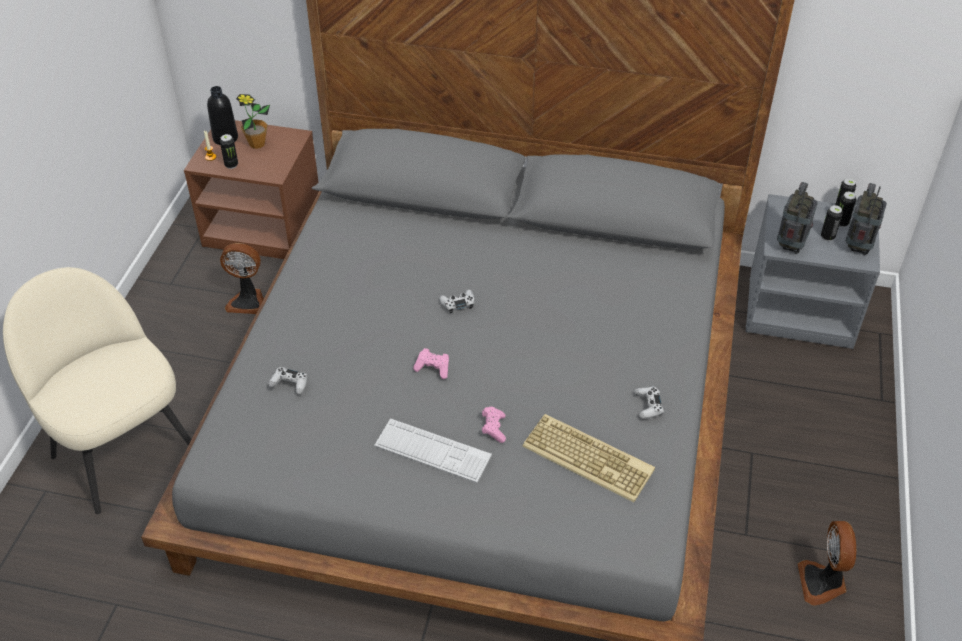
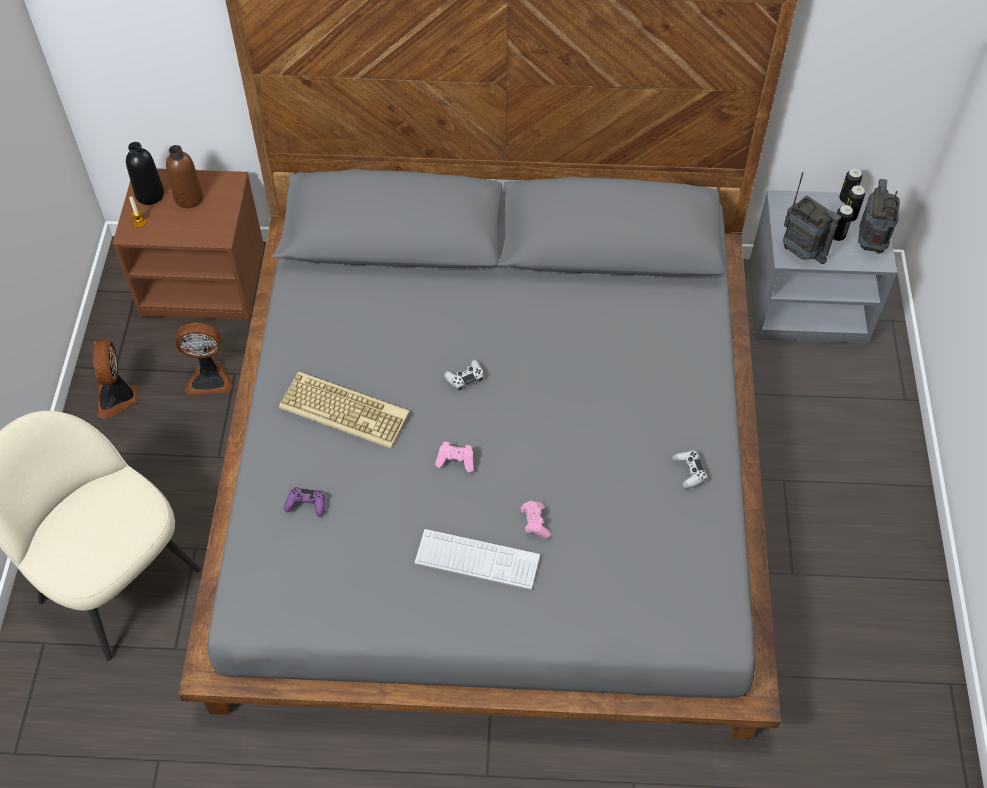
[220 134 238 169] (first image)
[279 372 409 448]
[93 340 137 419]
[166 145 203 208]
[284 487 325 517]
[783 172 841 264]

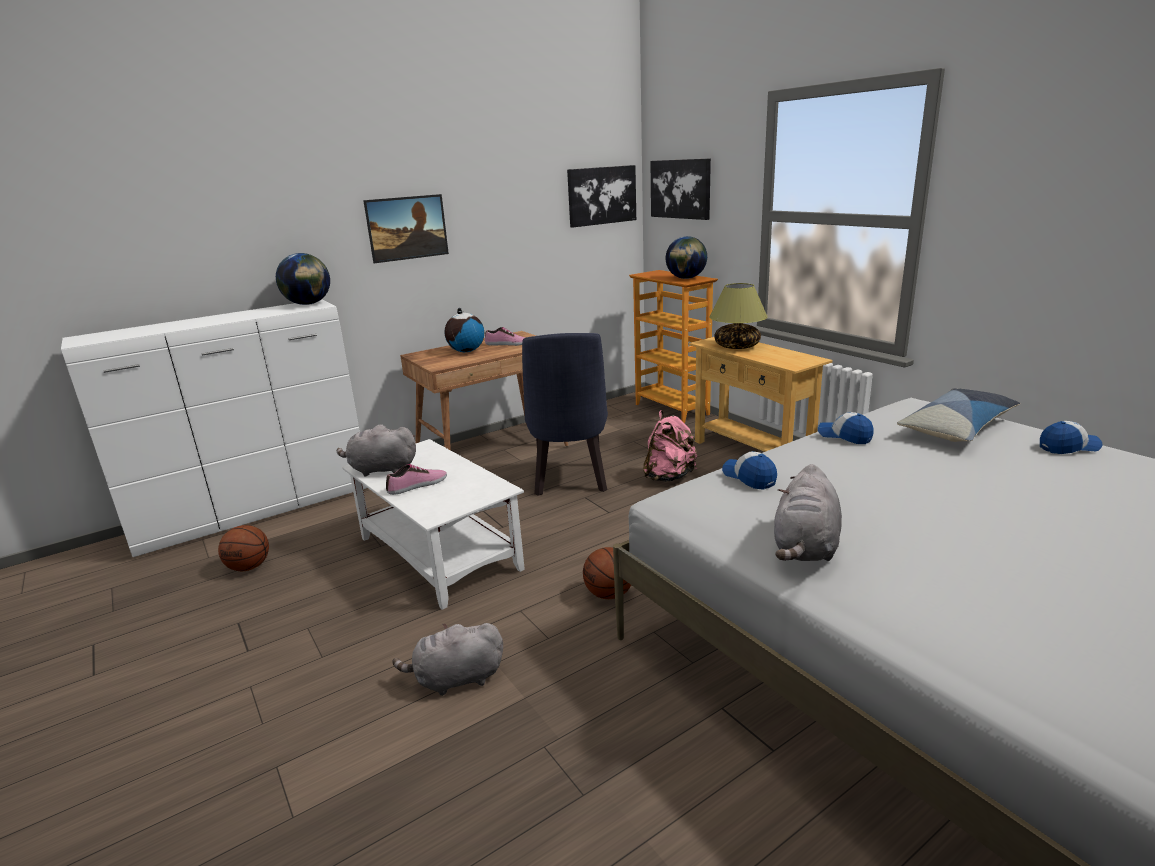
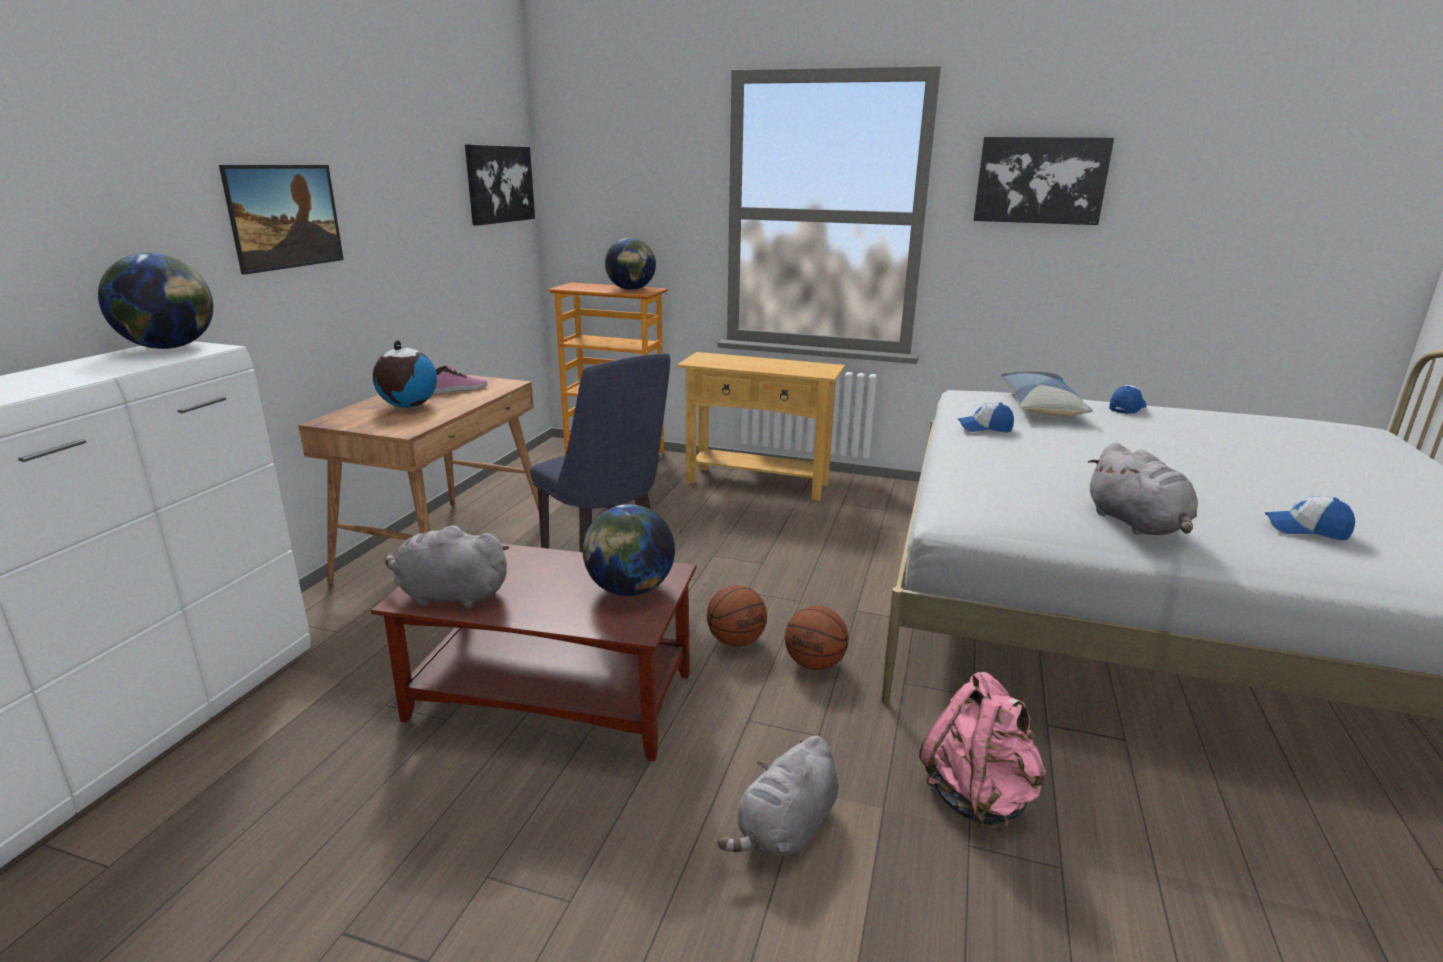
[386 464 447 495] (first image)
[710 283 768 349] (first image)
[583 504 675 596]
[707 585 767 647]
[919 672 1046 831]
[974 137 1114 225]
[1265 496 1355 540]
[371 543 697 761]
[385 525 510 608]

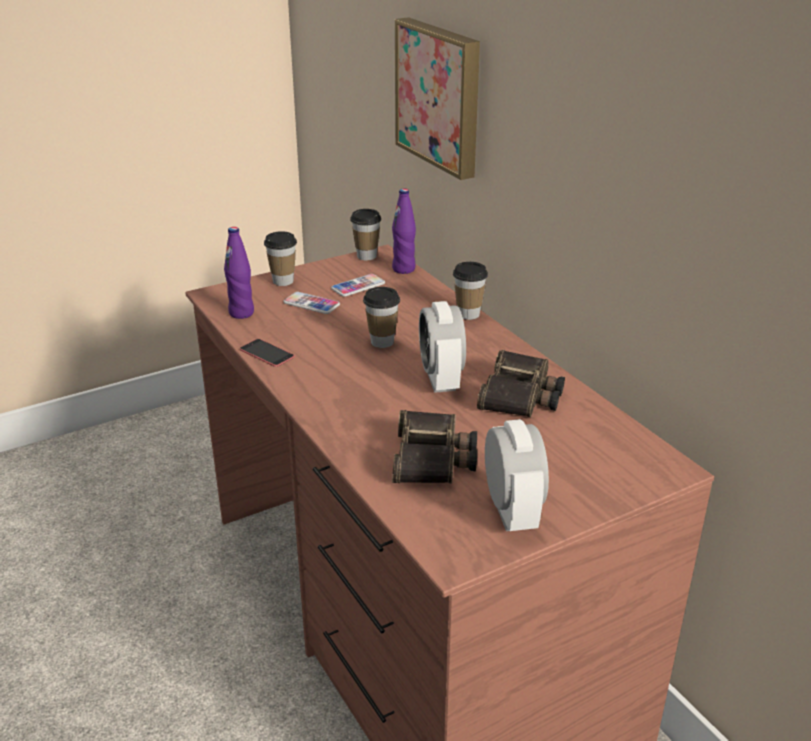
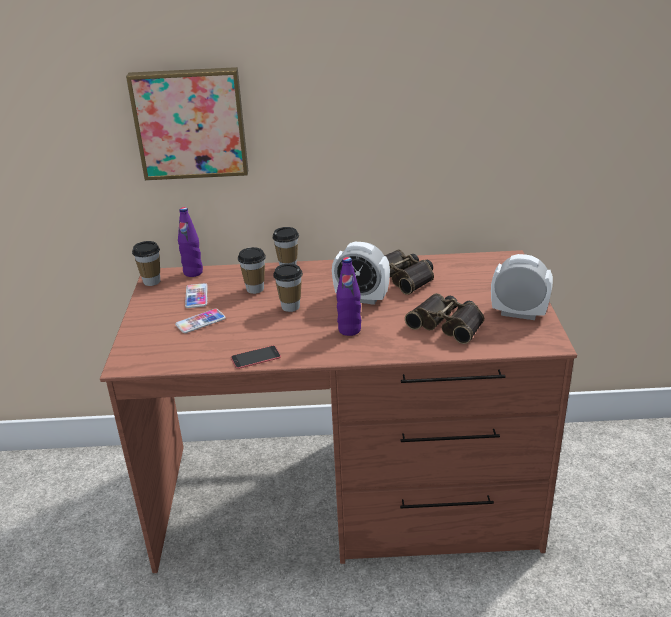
[336 257 361 336]
[238 247 266 294]

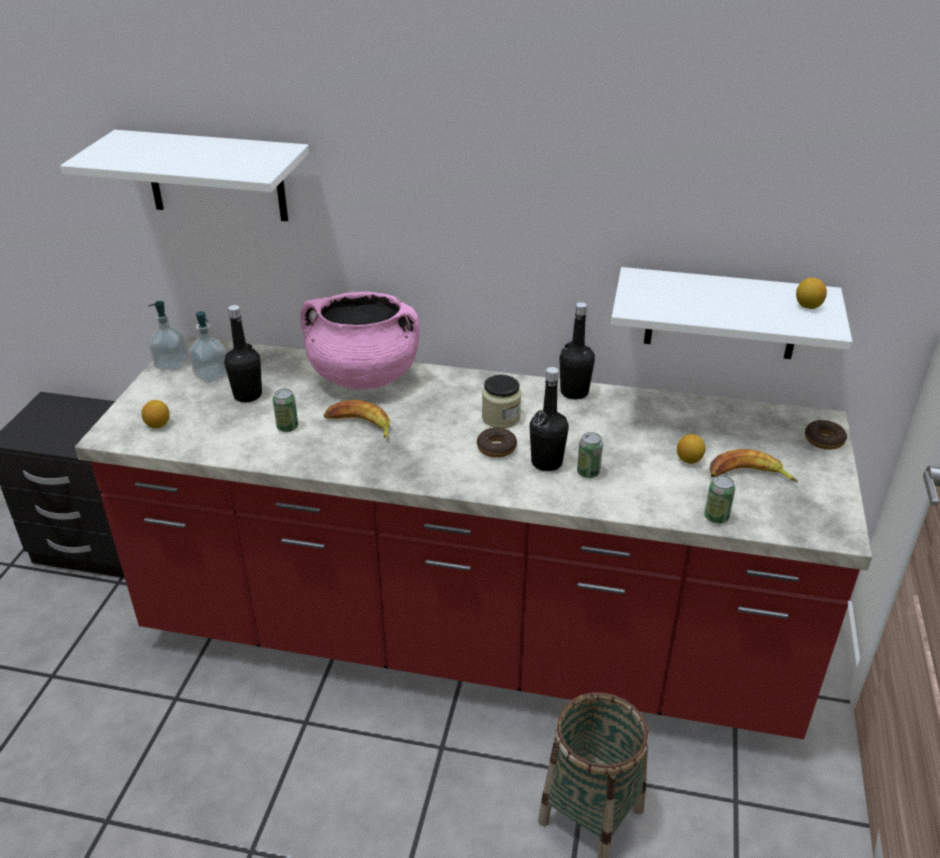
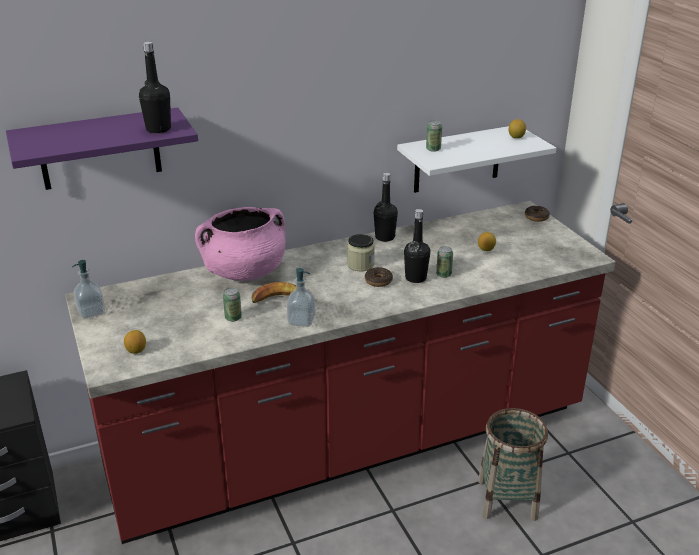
[710 449 798 482] (first image)
[287 268 315 327]
[139 41 171 133]
[426 121 442 152]
[6 107 198 190]

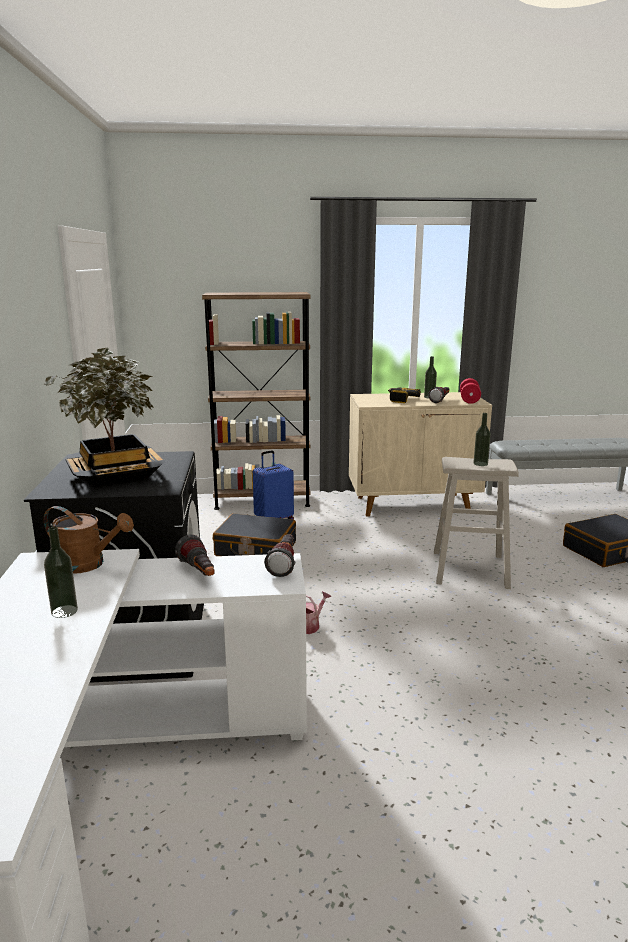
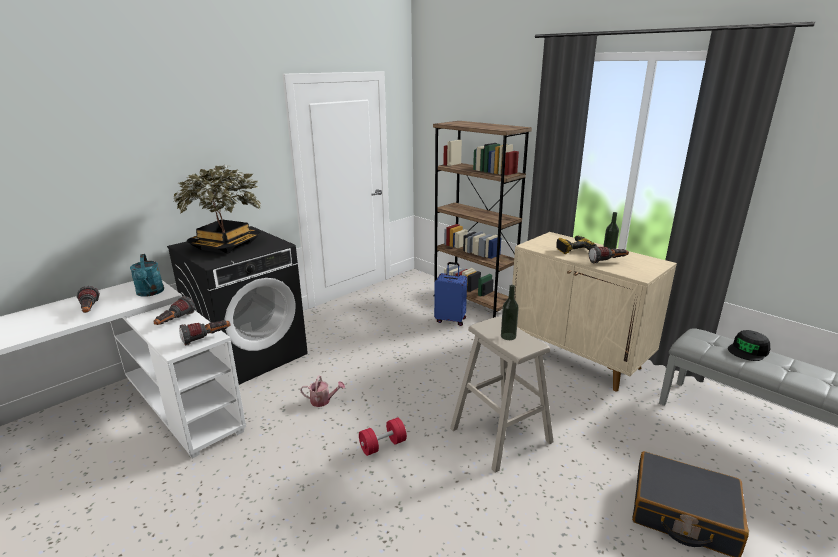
[213 513 296 556] (first image)
[728 330 770 361]
[359 418 407 456]
[77 286 100 313]
[130 254 164 297]

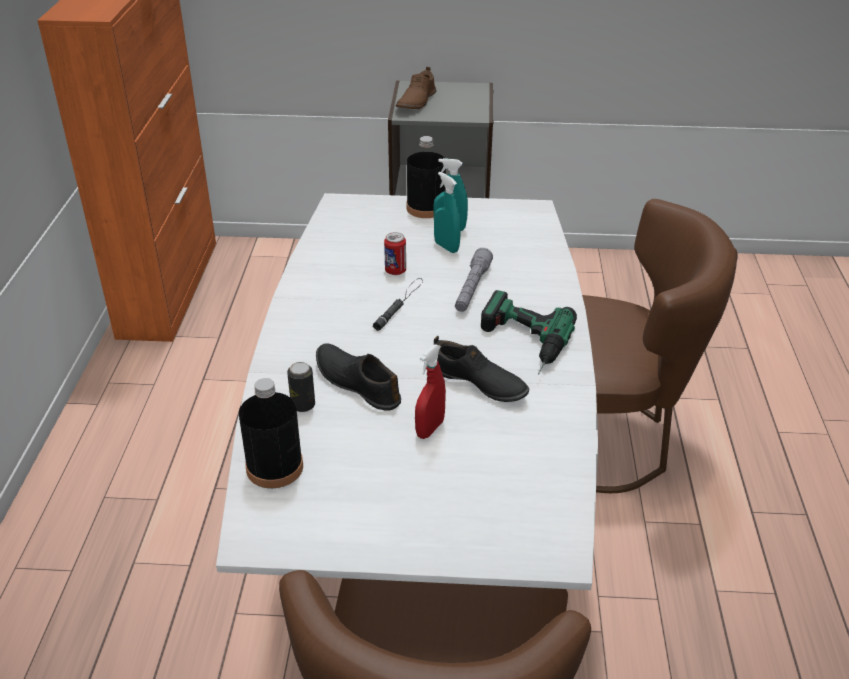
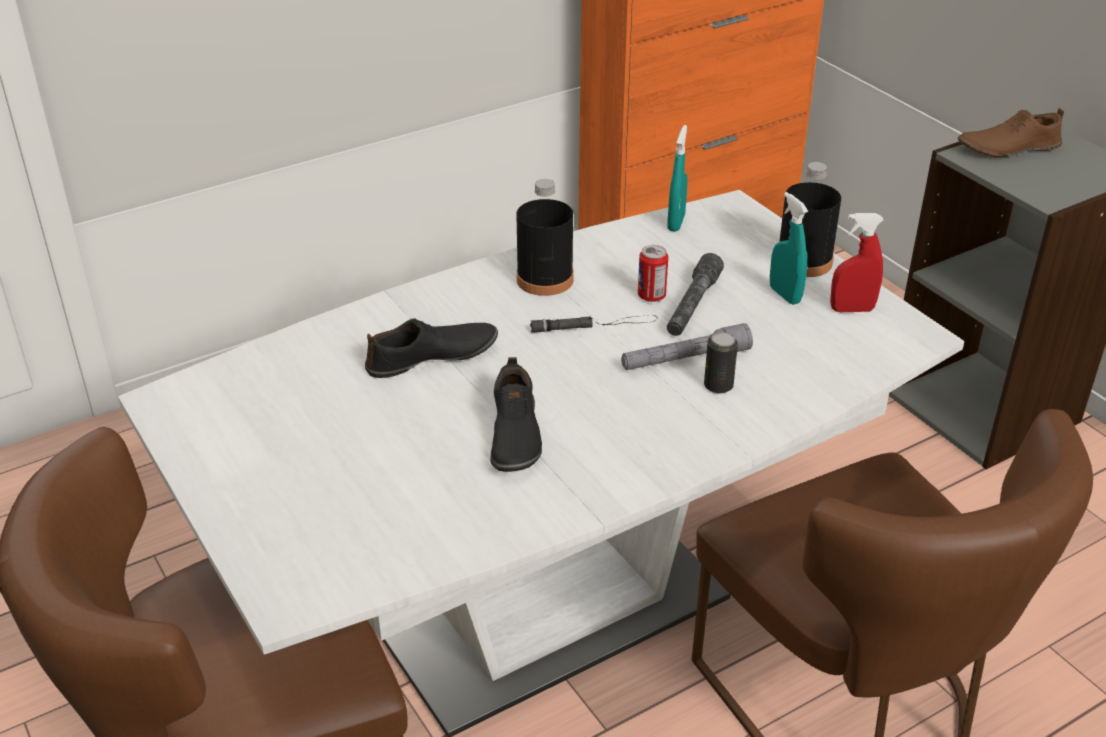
[481 290 577 375] (first image)
[667 253 724 336]
[516 179 573 296]
[704 332 738 394]
[830 213 884 312]
[667 125 688 232]
[365 318 498 378]

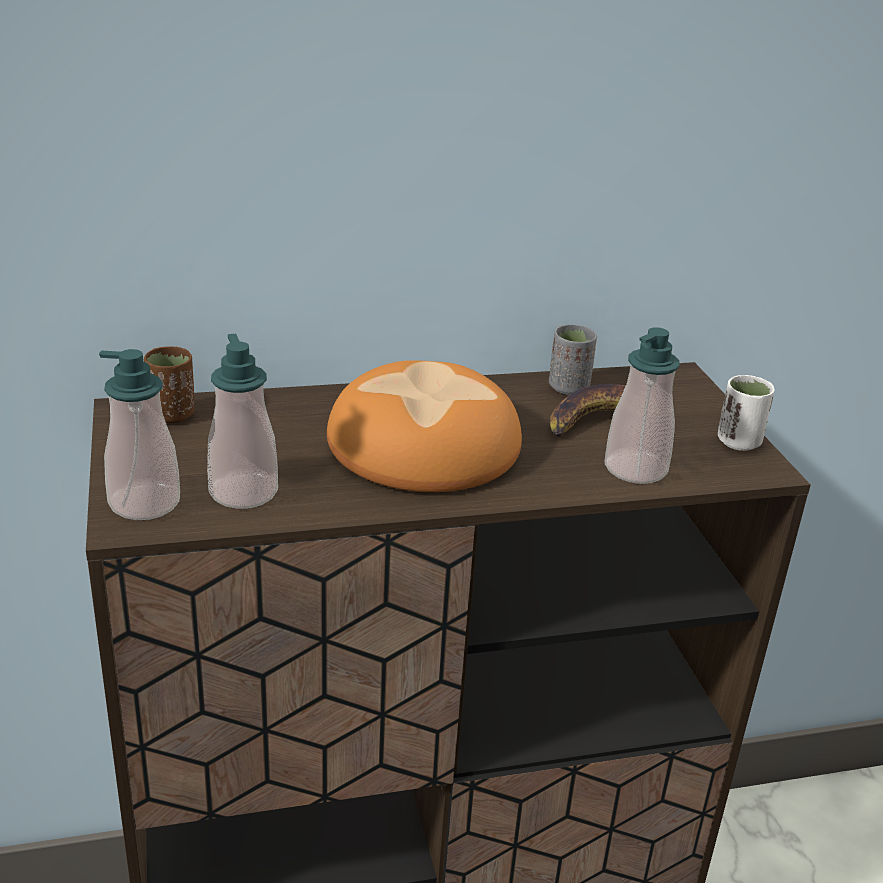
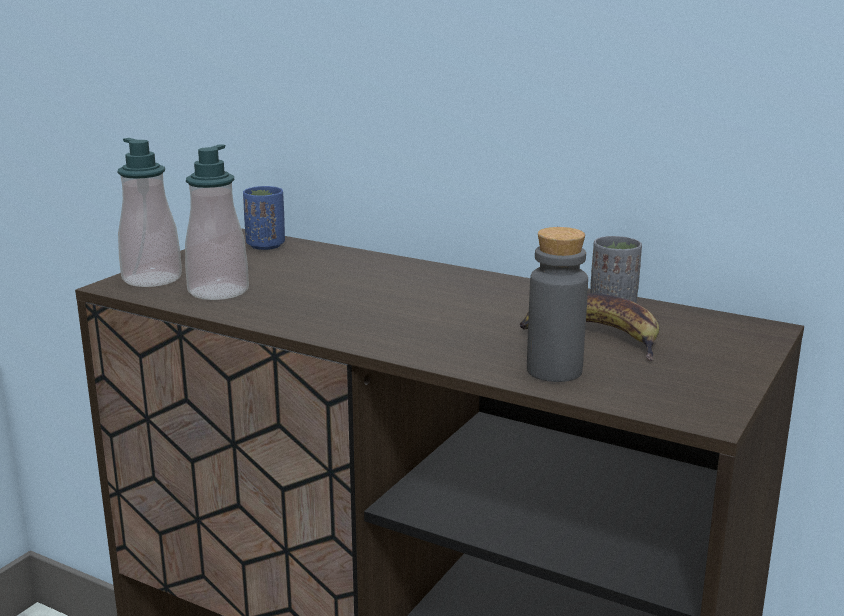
[327 360 522 492] (first image)
[718 375 775 451] (first image)
[527 227 588 382]
[243 186 285 250]

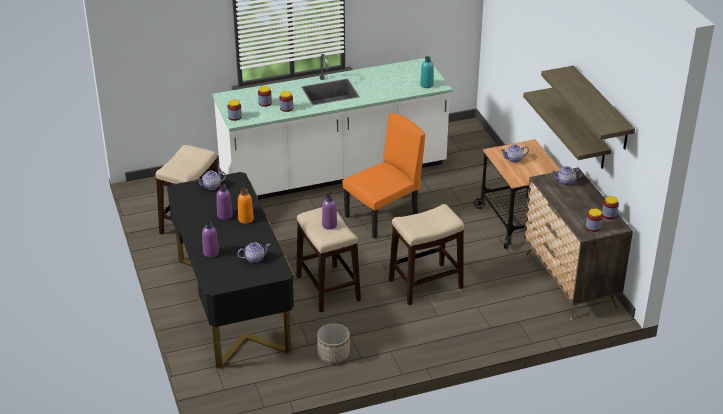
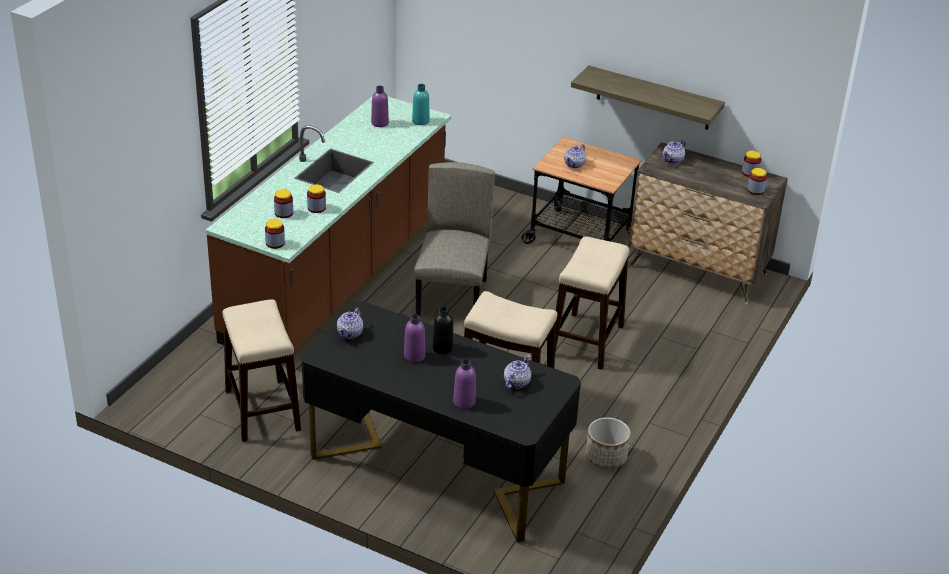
[541 66 635 149] (first image)
[371 86 389 127]
[205 96 451 351]
[432 306 453 354]
[415 162 495 316]

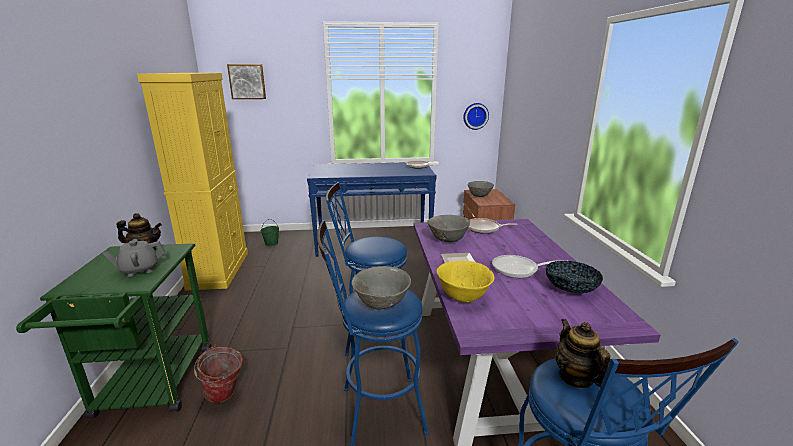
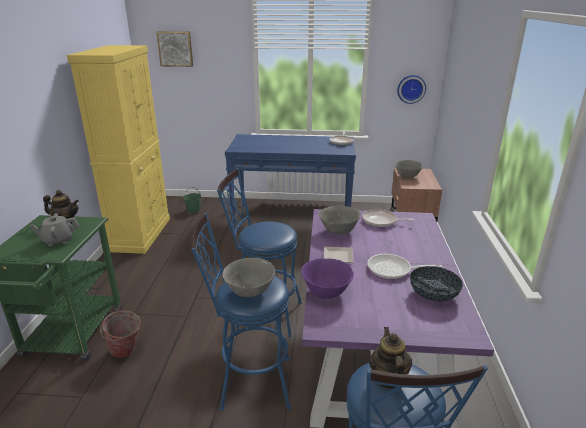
[301 258 354 299]

